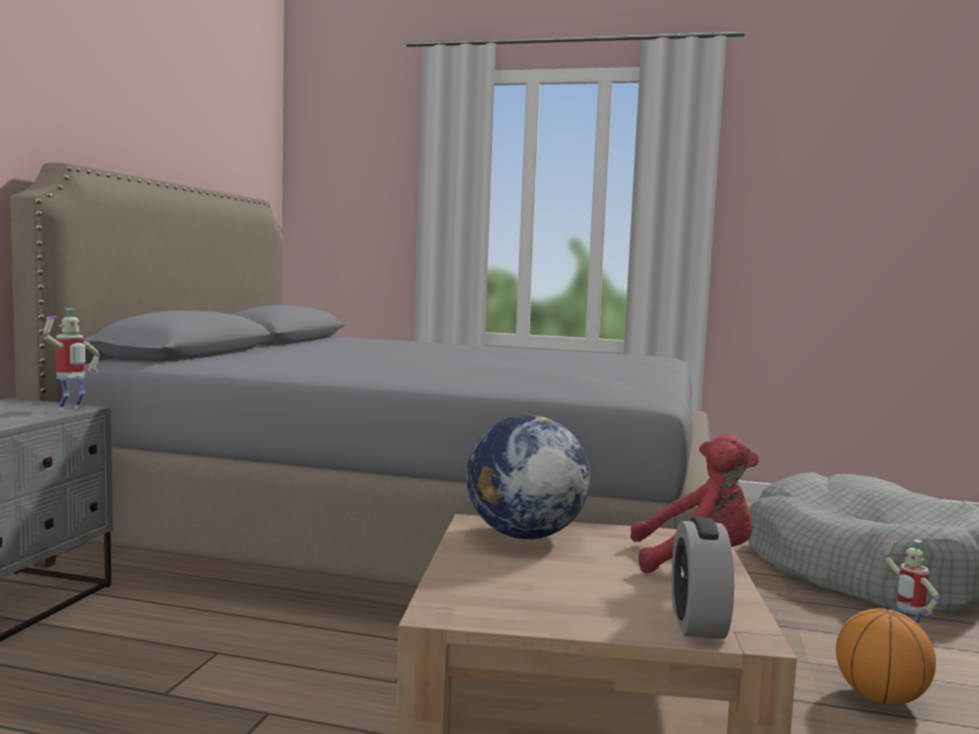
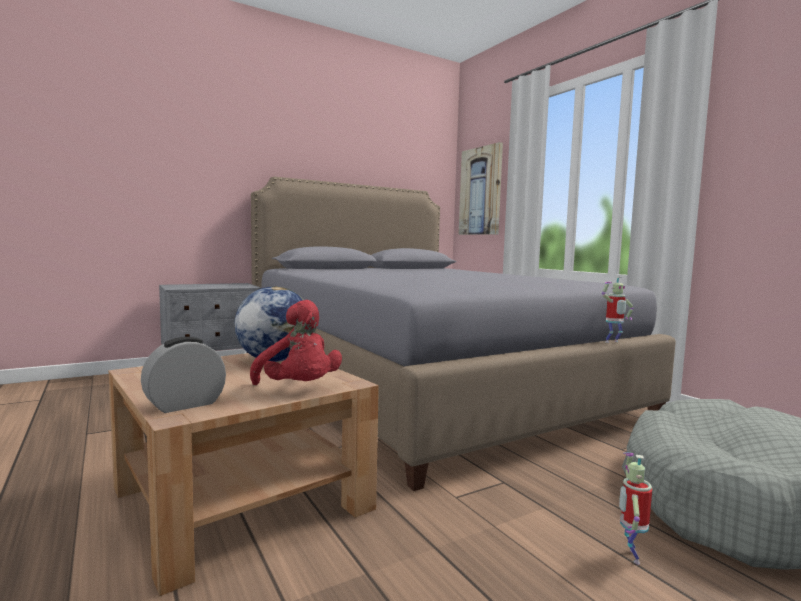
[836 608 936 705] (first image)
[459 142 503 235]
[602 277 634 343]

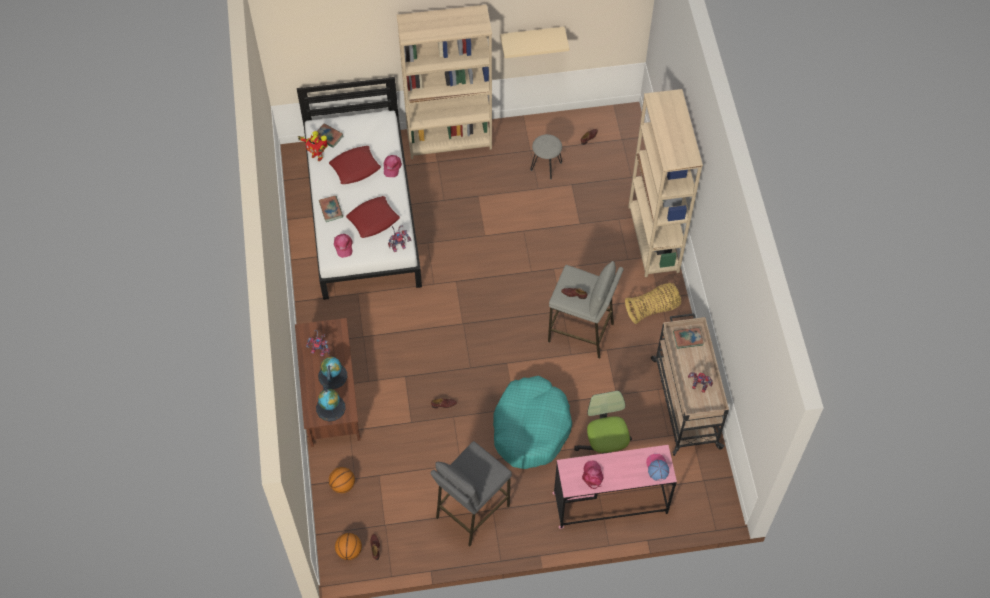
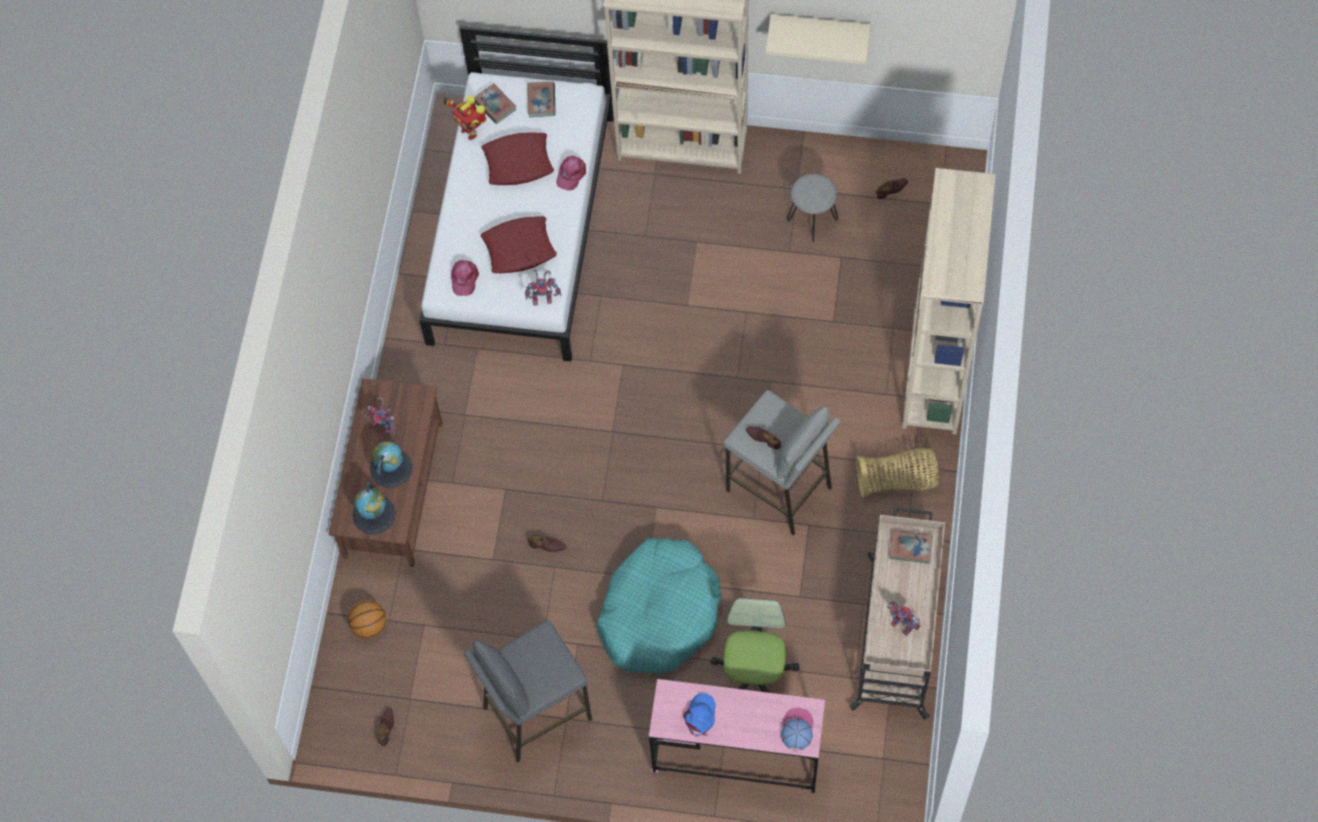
[335 533 362 560] (first image)
[527 82 555 117]
[684 693 716 736]

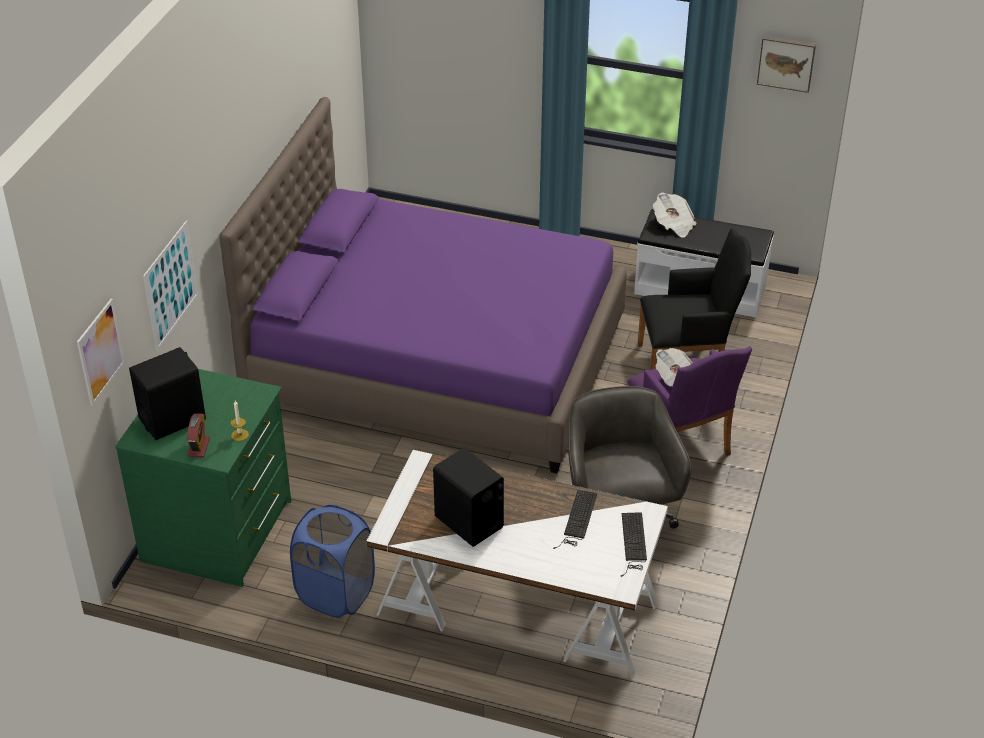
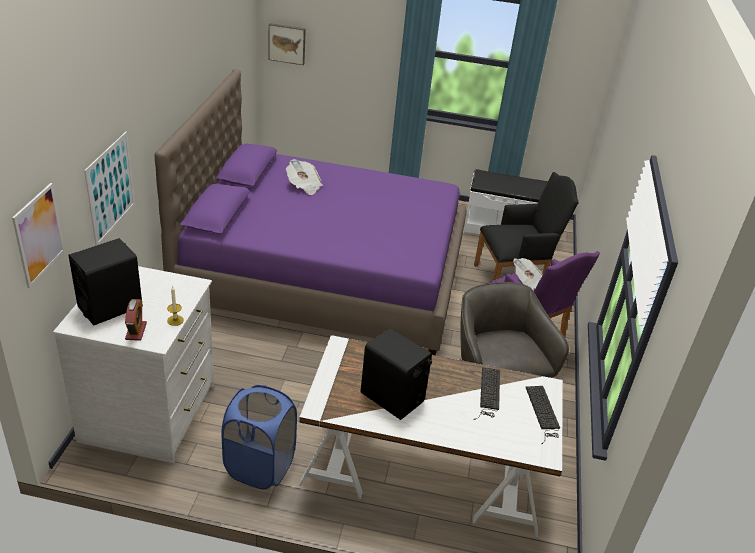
[286 159 323 195]
[269 23 306 65]
[53 266 214 463]

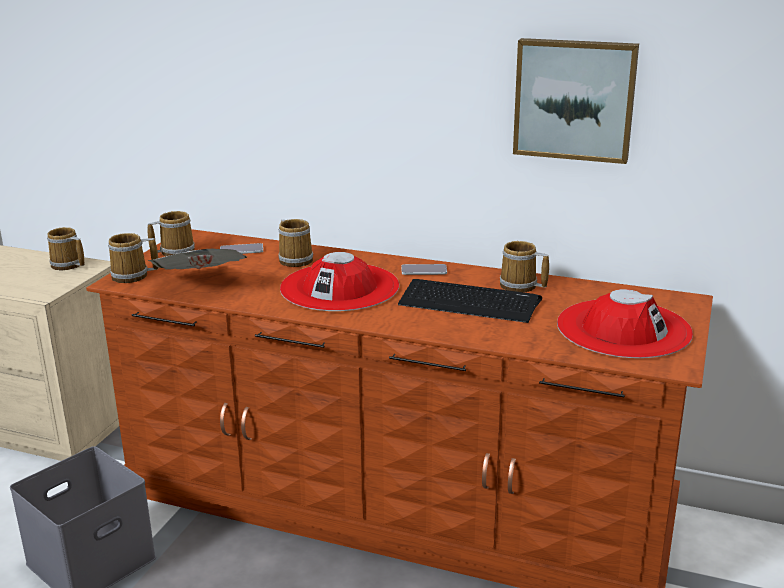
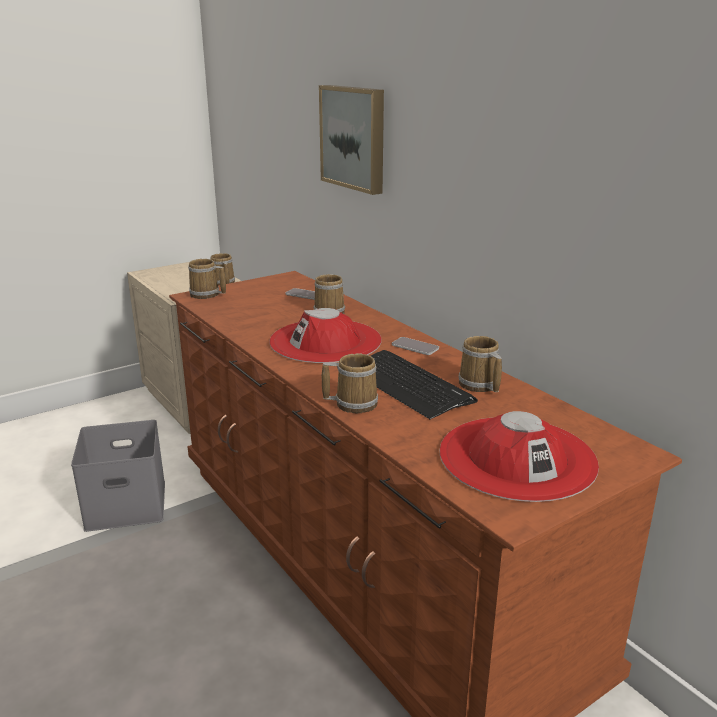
[148 249 247 270] (first image)
[322 353 378 413]
[319 85 384 195]

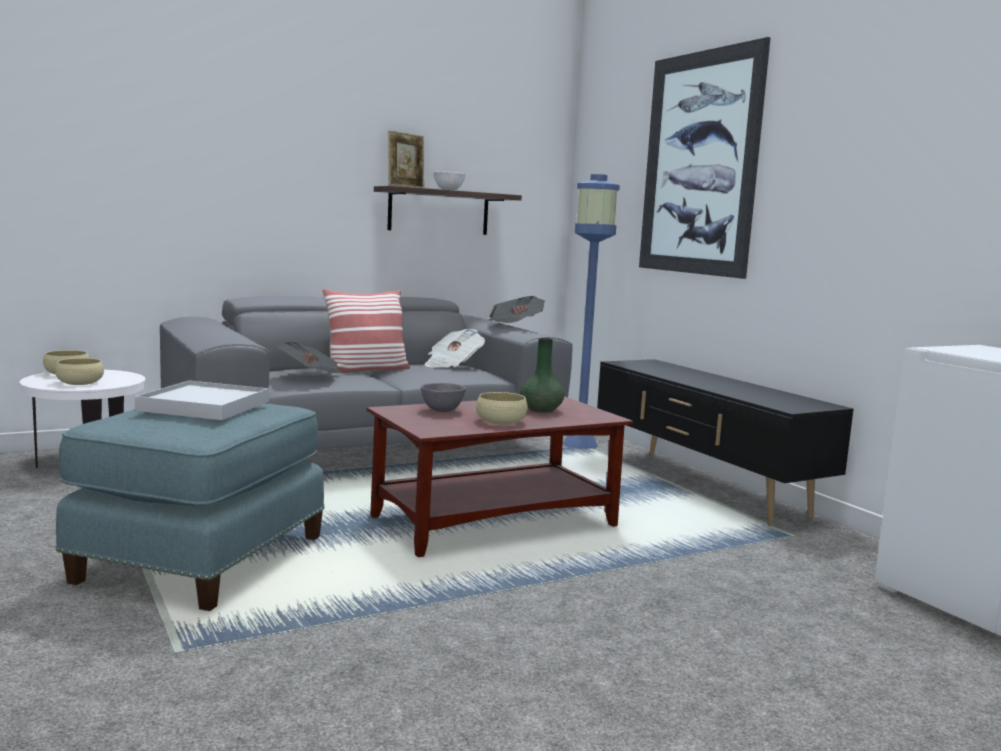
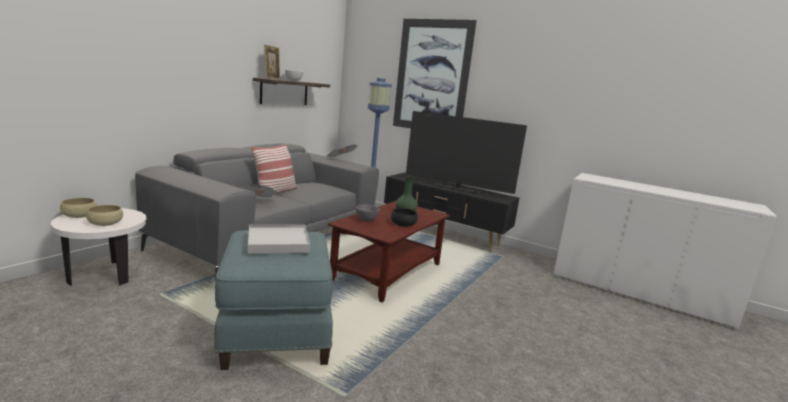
[425 329 485 368] (first image)
[406 111 527 194]
[391 208 418 227]

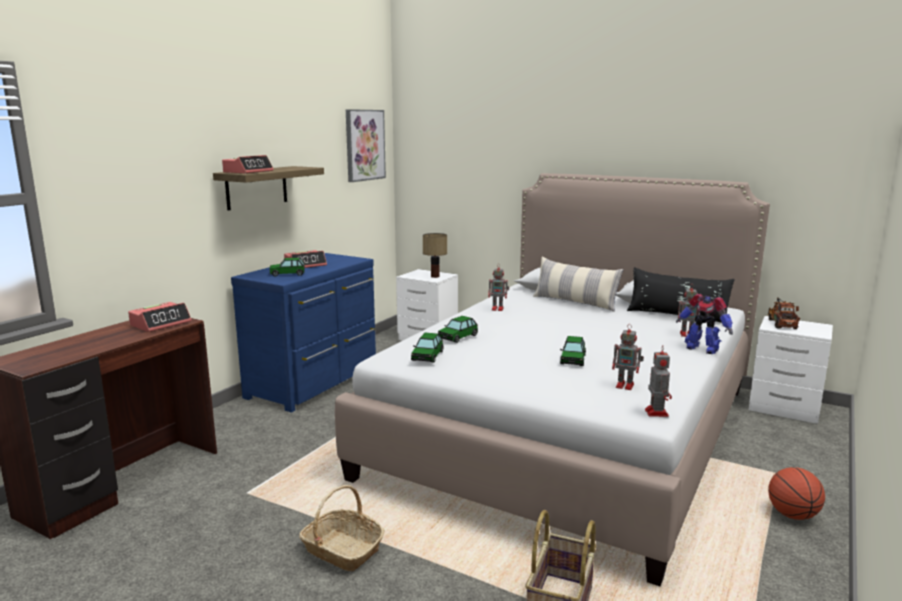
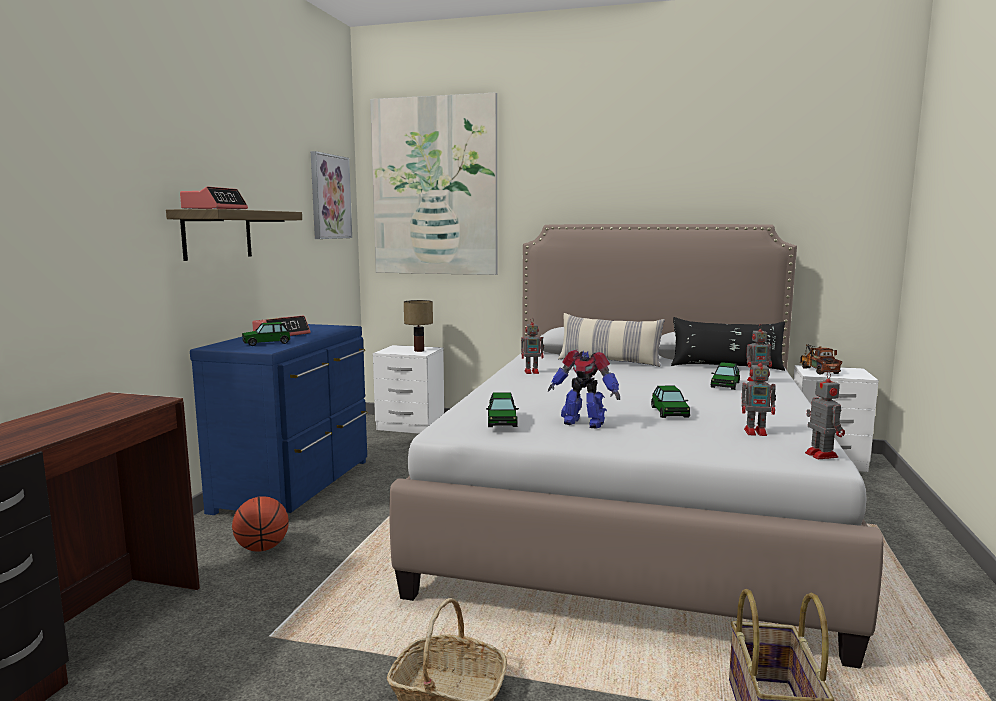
[128 302 192 332] (first image)
[370 92 497 275]
[711 362 740 390]
[548 350 620 429]
[232 496 289 552]

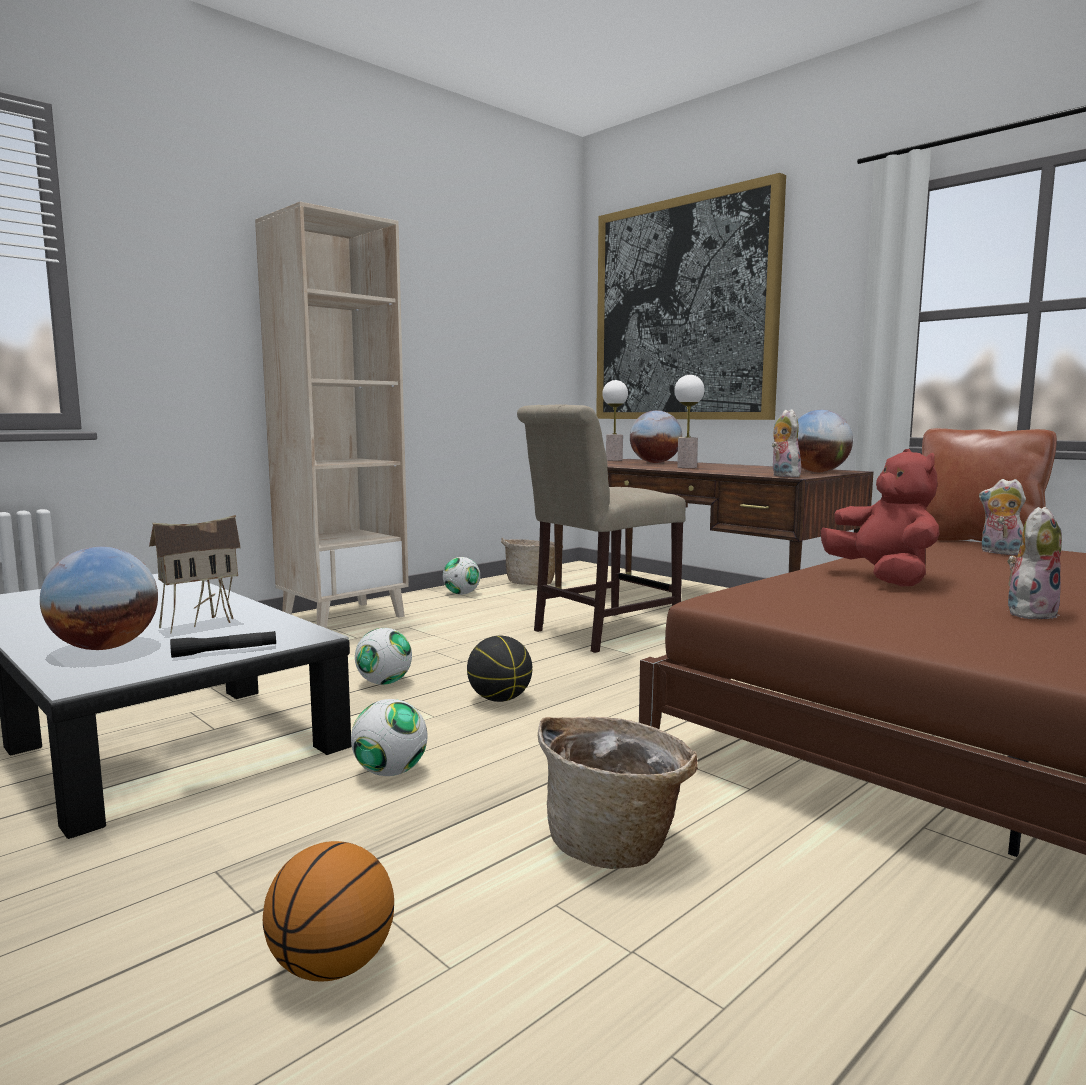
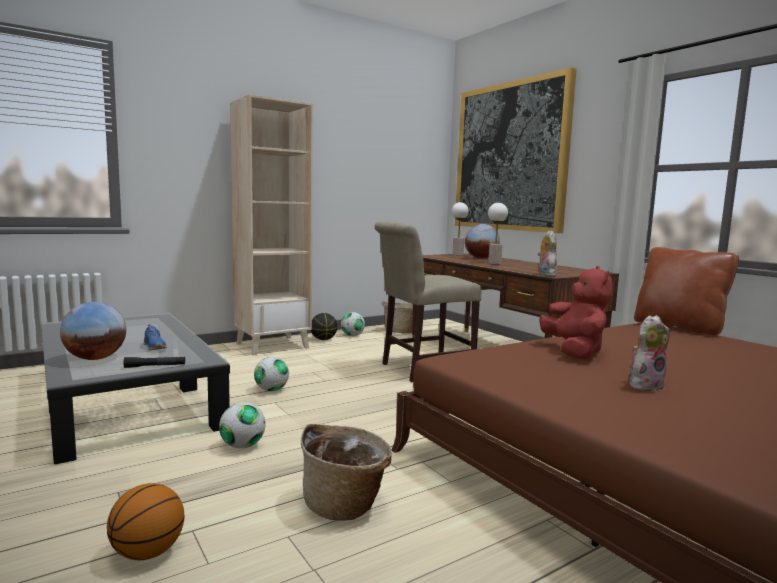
[798 410 853 472] (first image)
[979 479 1026 555] (first image)
[311 313 337 340]
[143 324 167 350]

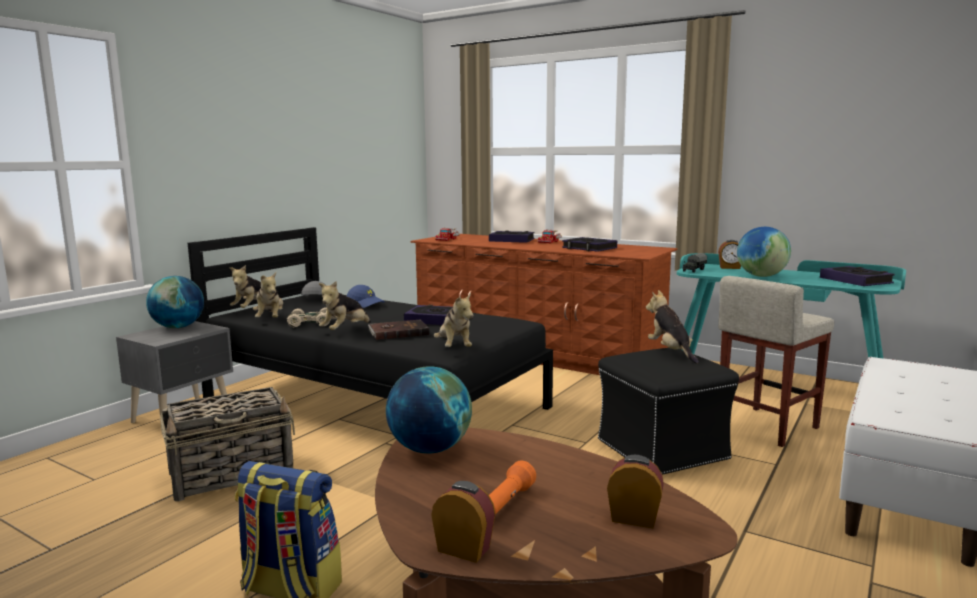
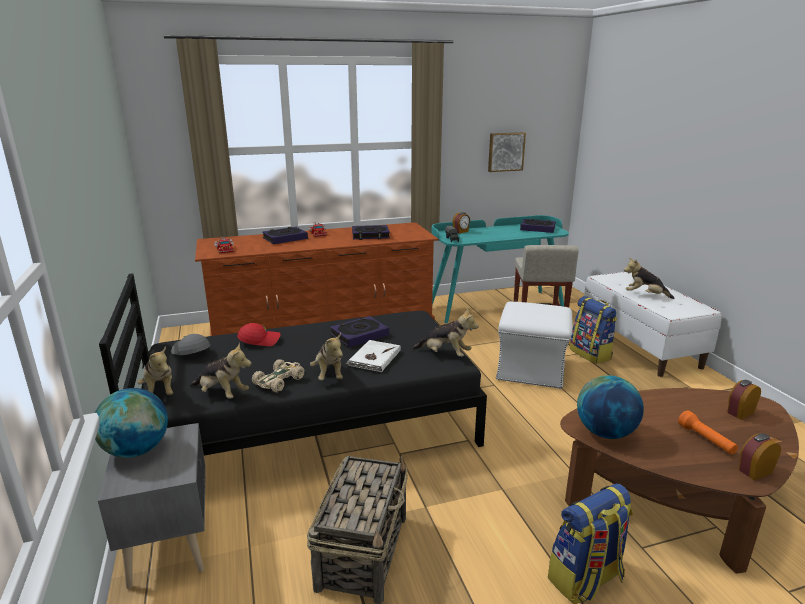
[737 227 791 277] (first image)
[488 132 526 172]
[570 296 617 364]
[624 258 674 299]
[237 323 280 346]
[346 340 401 372]
[496 302 572 389]

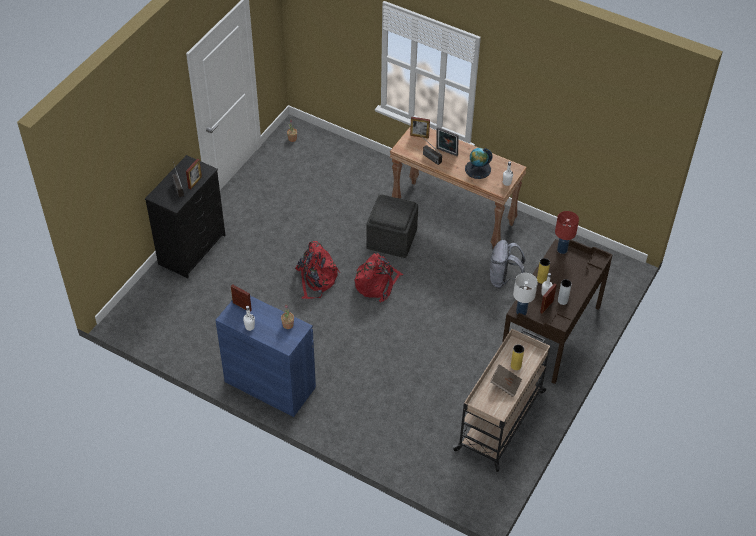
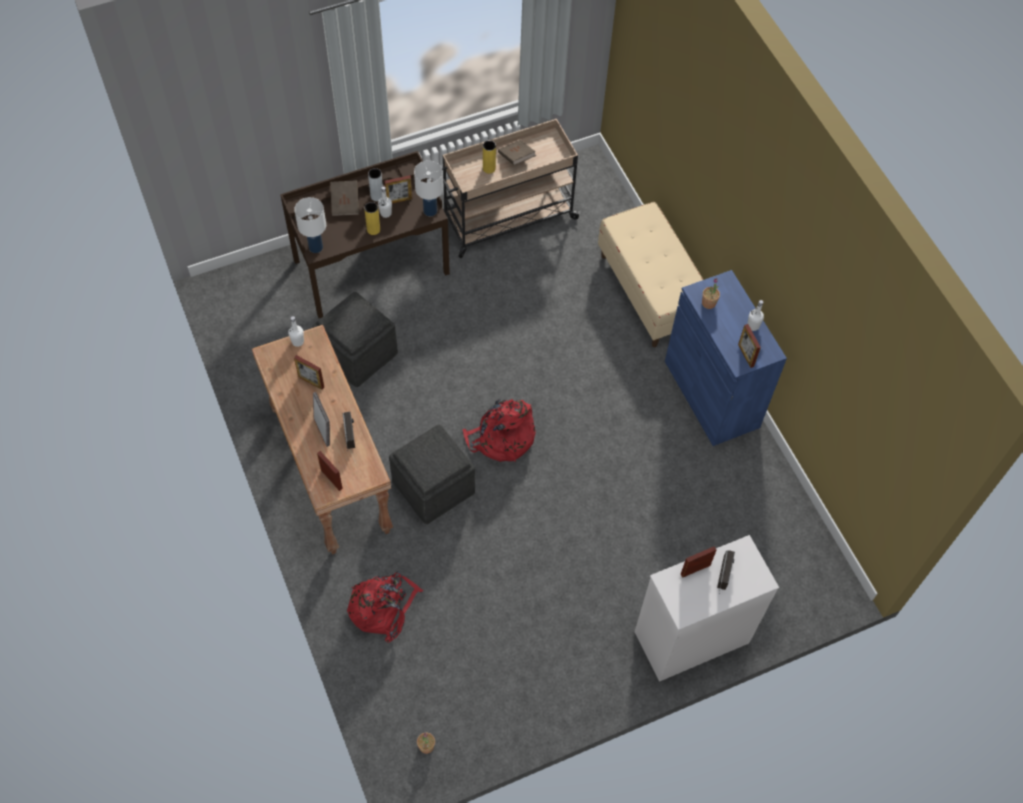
[330 181 359 216]
[598 202 703 347]
[347 571 423 643]
[294 355 324 390]
[313 292 398 387]
[635 535 779 682]
[294 197 326 253]

